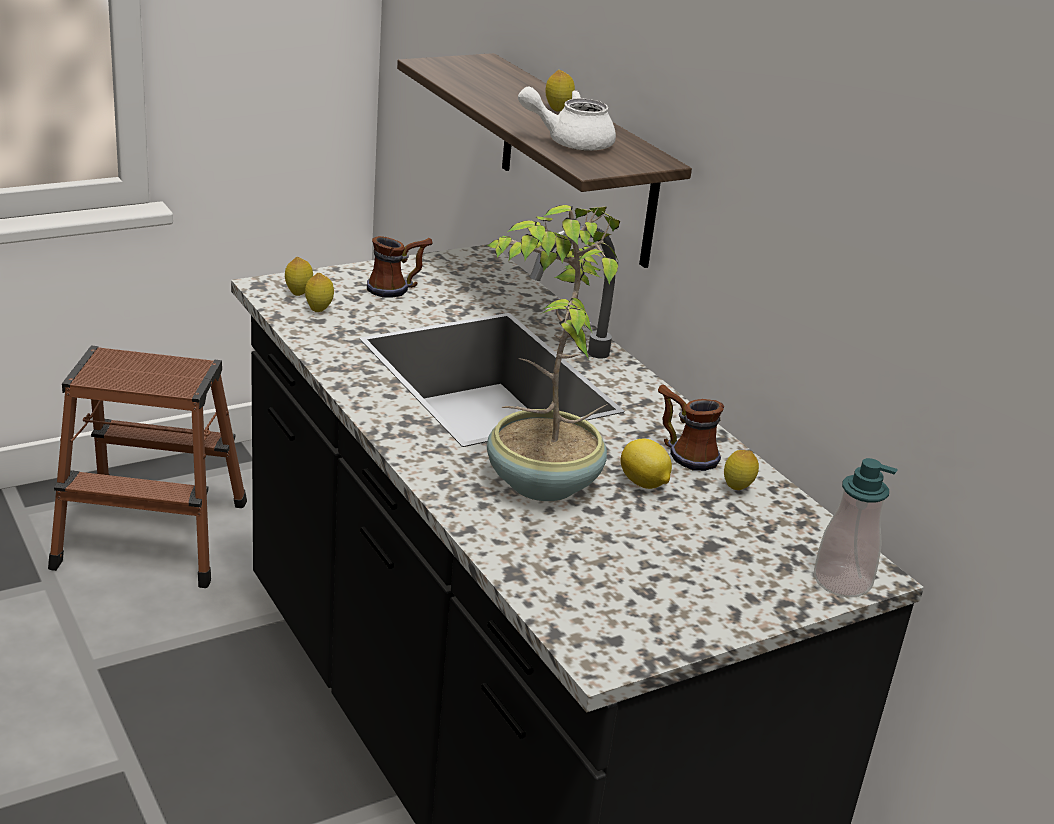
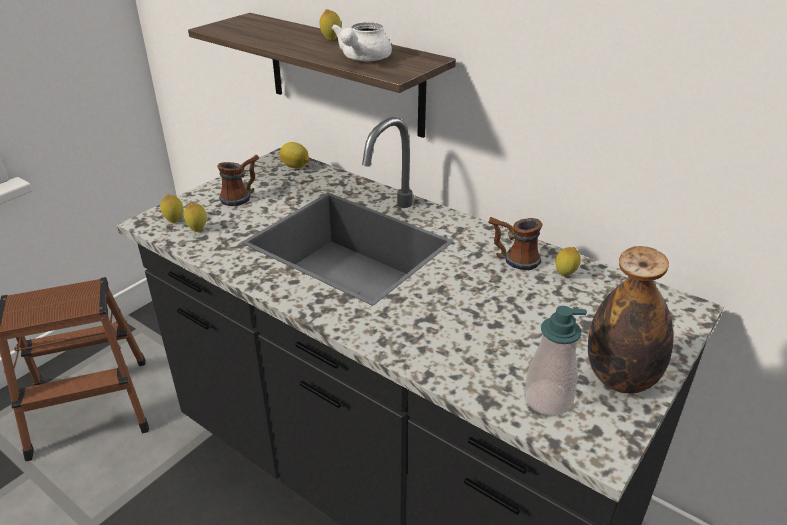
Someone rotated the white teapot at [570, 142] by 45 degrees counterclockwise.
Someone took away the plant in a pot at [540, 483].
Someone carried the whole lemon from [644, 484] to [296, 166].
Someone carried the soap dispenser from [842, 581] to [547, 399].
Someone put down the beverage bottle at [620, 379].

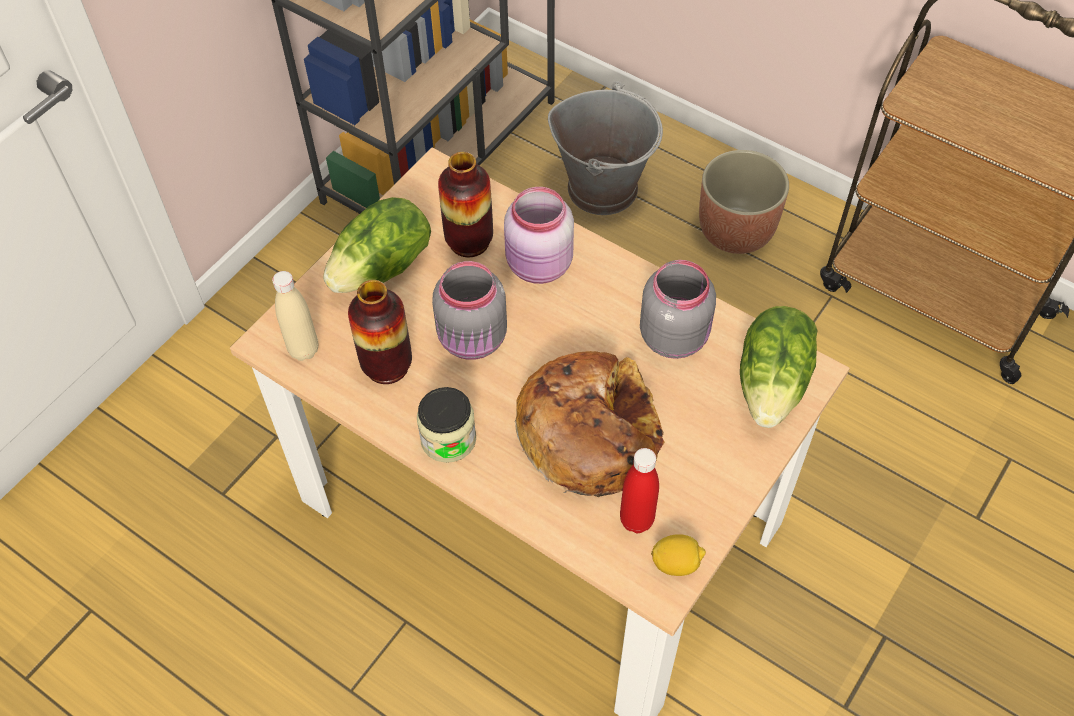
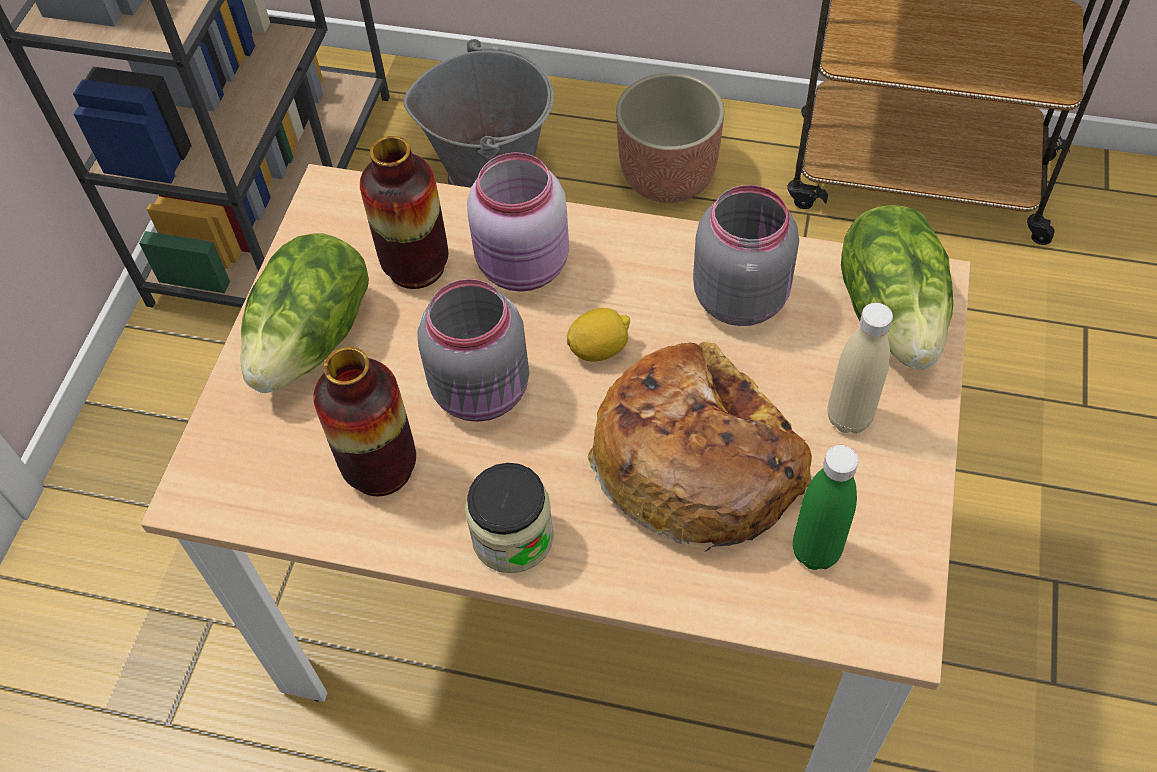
Someone carried the beige-coloured beverage bottle from [304, 350] to [849, 417].
Someone repainted the red-coloured beverage bottle at [636, 520], which became the green beverage bottle at [816, 551].
Someone carried the whole lemon from [676, 563] to [599, 349].

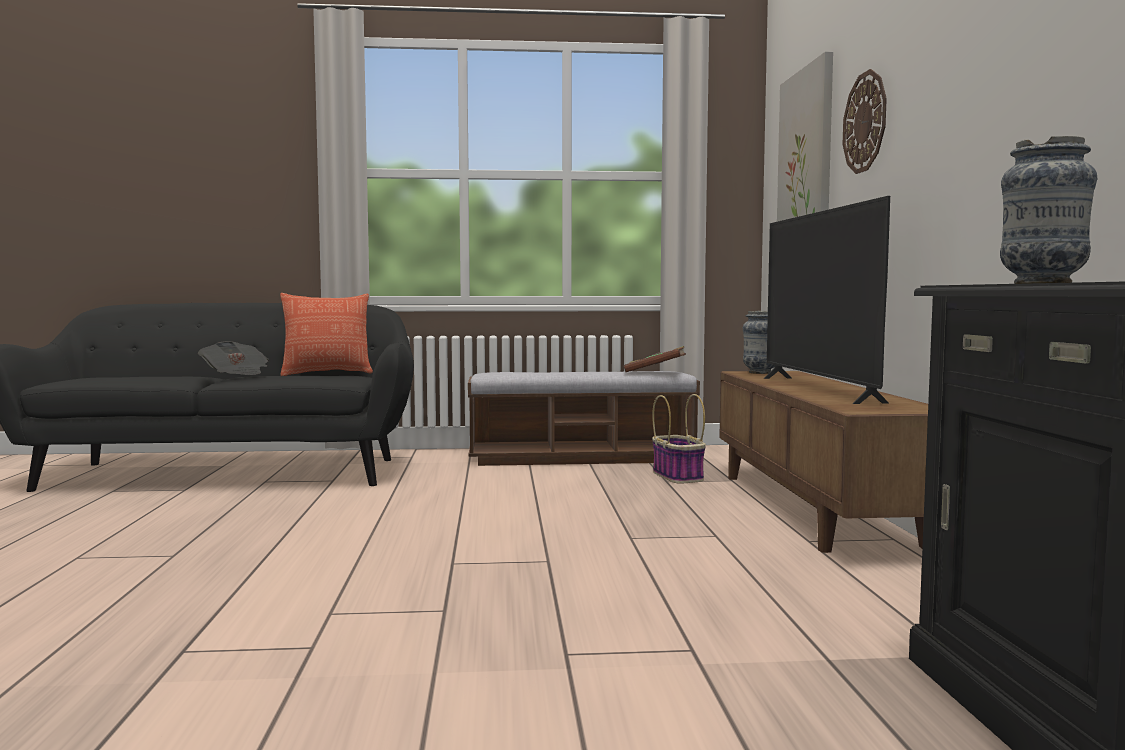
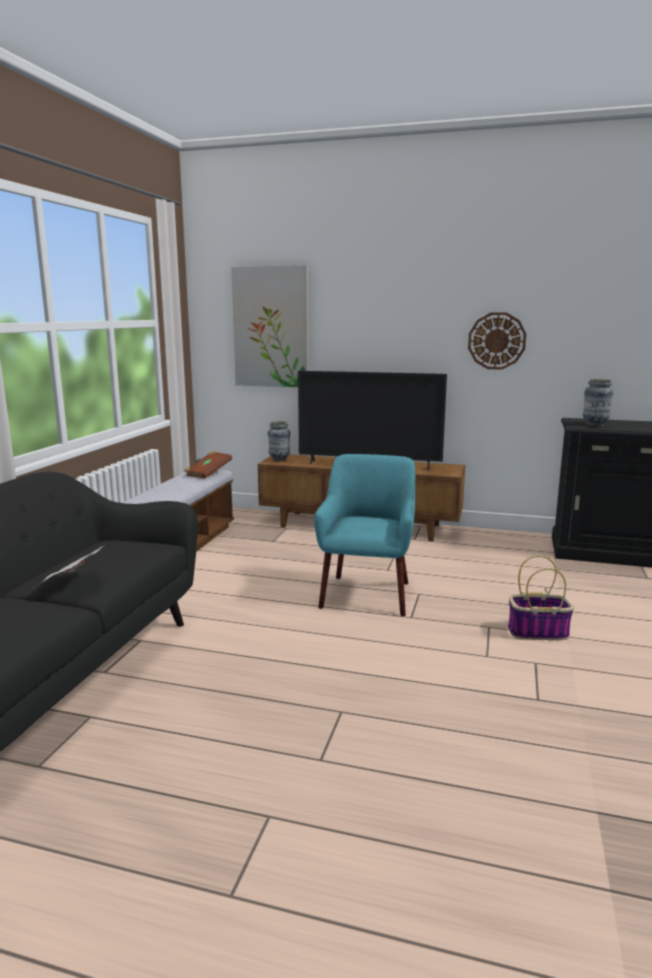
Someone carried the wall clock from [865, 122] to [496, 341].
Someone took away the orange-coloured pillow at [327, 374].
Someone carried the household basket from [678, 476] to [538, 632].
Someone put down the turquoise-coloured lounge chair at [367, 594].

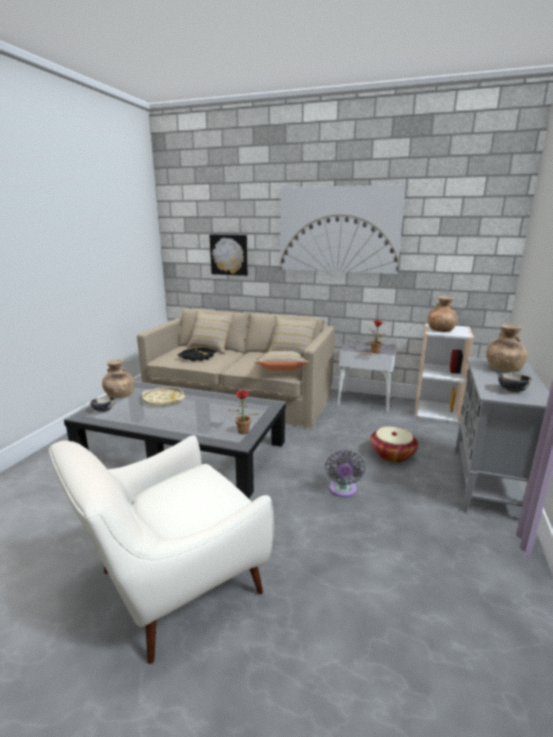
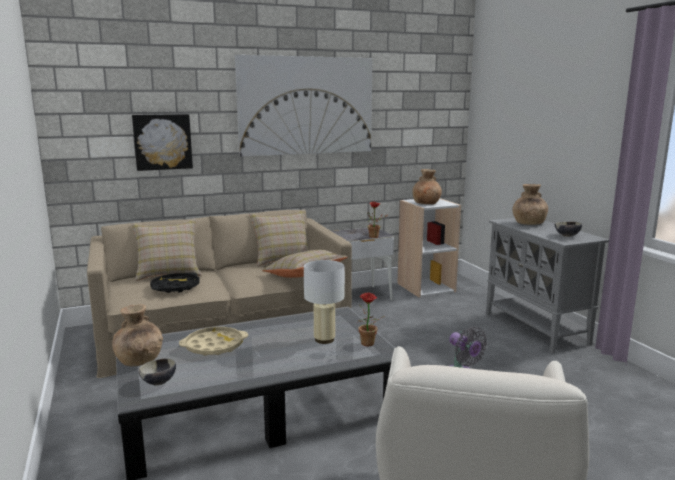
Someone took away the household basket at [392, 454].
Someone put down the white lamp for a table at [324, 339].

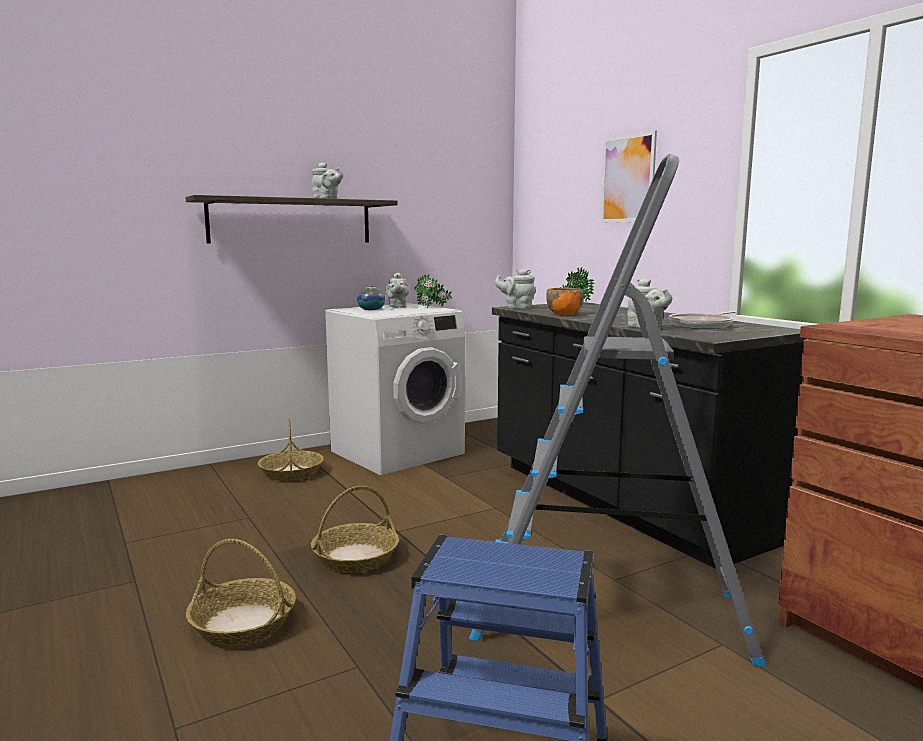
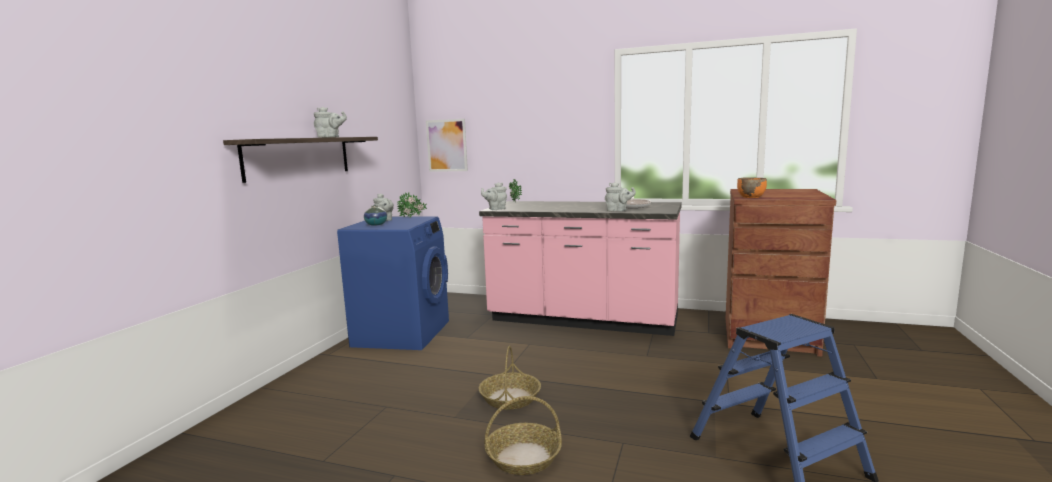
Someone carried the wall art from [628, 179] to [447, 145].
Someone took away the gray step ladder at [607, 616].
Someone carried the orange-coloured deep dish from [564, 314] to [750, 197].
Someone repainted the black-coloured counter at [622, 502], which became the pink-coloured counter at [583, 320].
Someone repainted the white washing machine at [399, 452], which became the blue washing machine at [404, 333].
Someone took away the household basket at [291, 473].

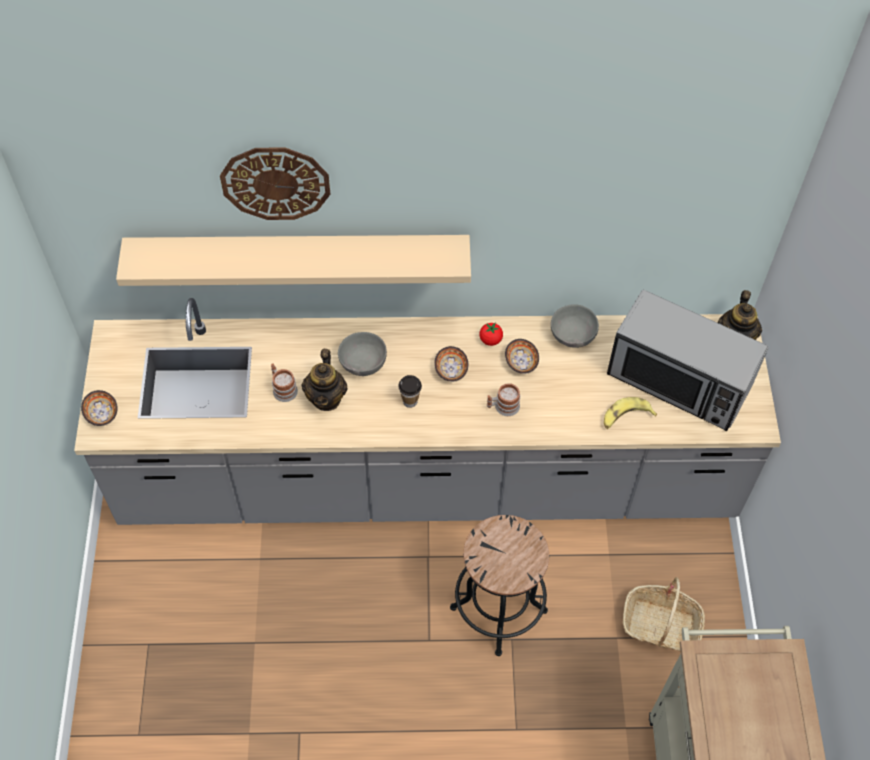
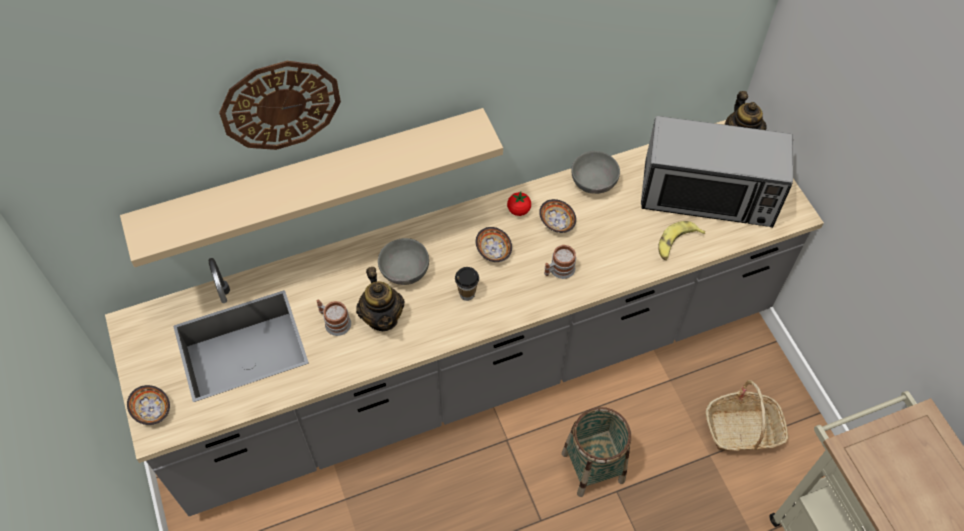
Someone swapped the black-coloured stool seat at [498, 609] for the household basket at [592, 467].

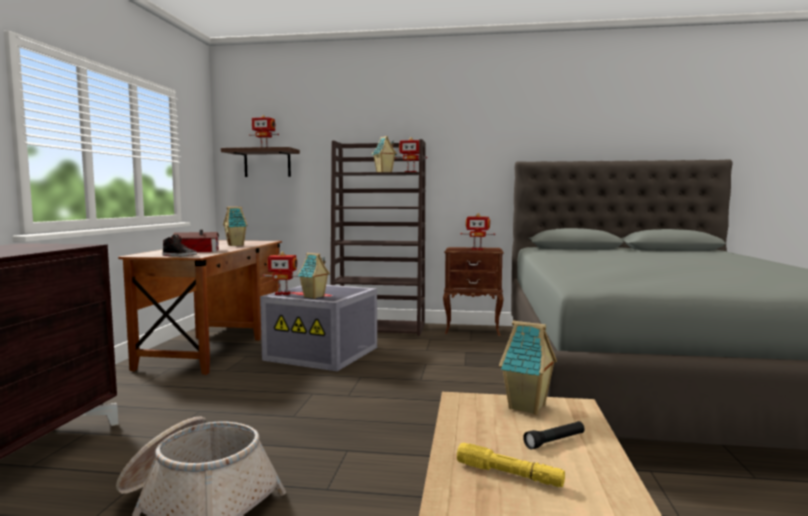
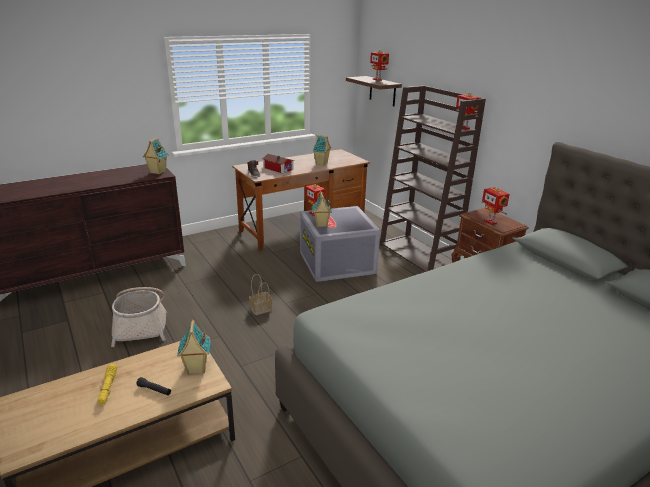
Someone carried the miniature house from [384, 172] to [157, 172].
Someone put down the household basket at [261, 309].

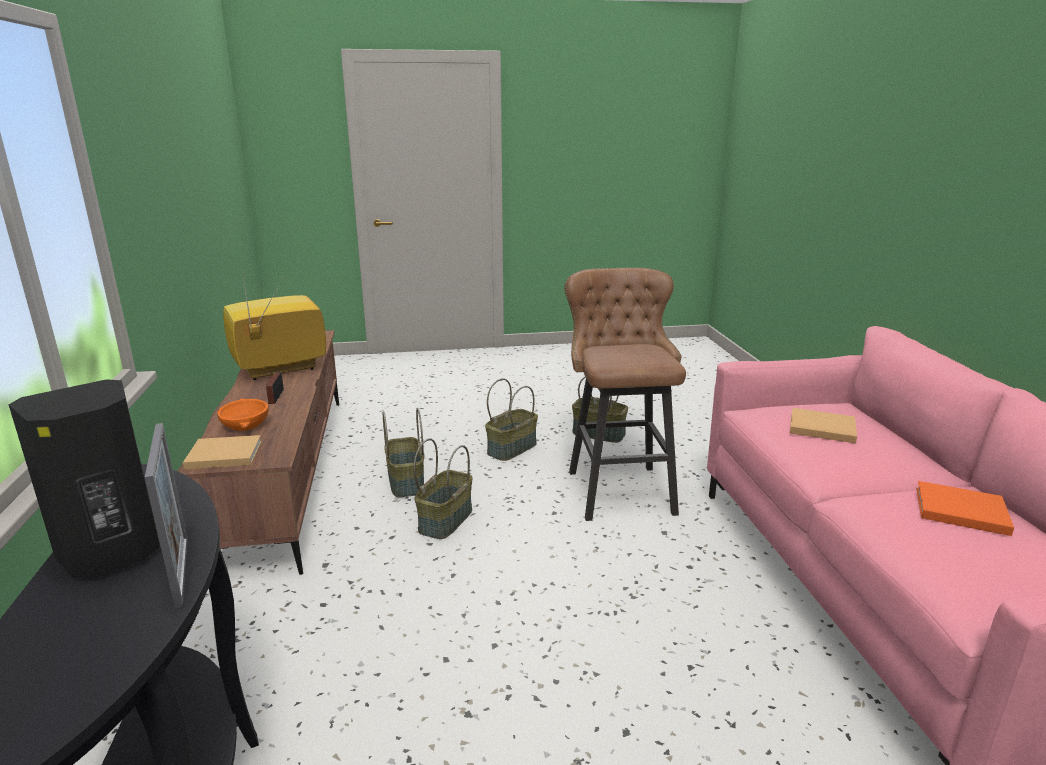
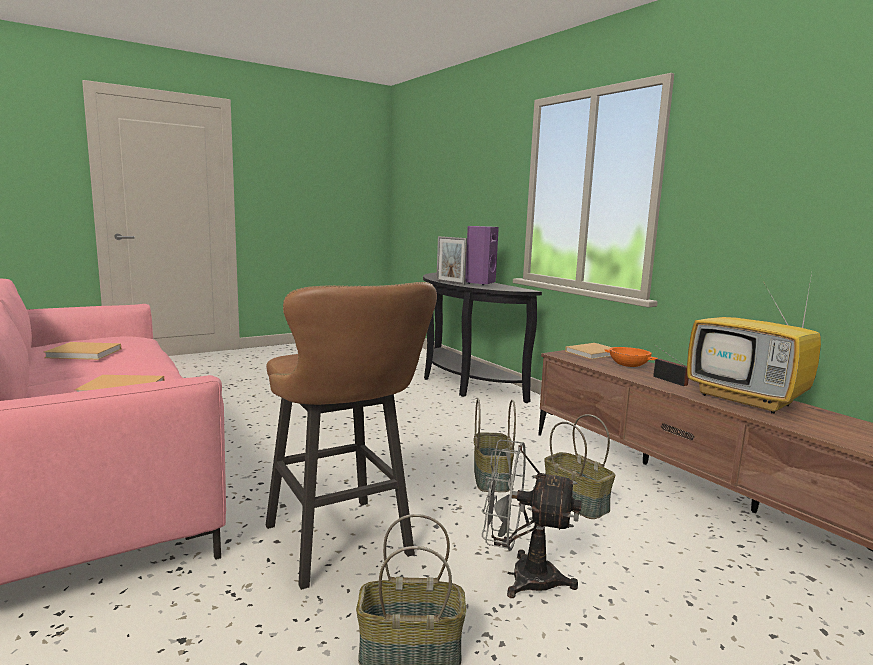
Someone rotated the TV at [278, 370] by 105 degrees clockwise.
Someone swapped the household basket at [511, 448] for the gray electric fan at [521, 577].
Someone repainted the black-coloured loudspeaker at [112, 554], which became the purple-coloured loudspeaker at [479, 283].
Someone repainted the orange-coloured book at [957, 510], which became the beige-coloured book at [86, 353].

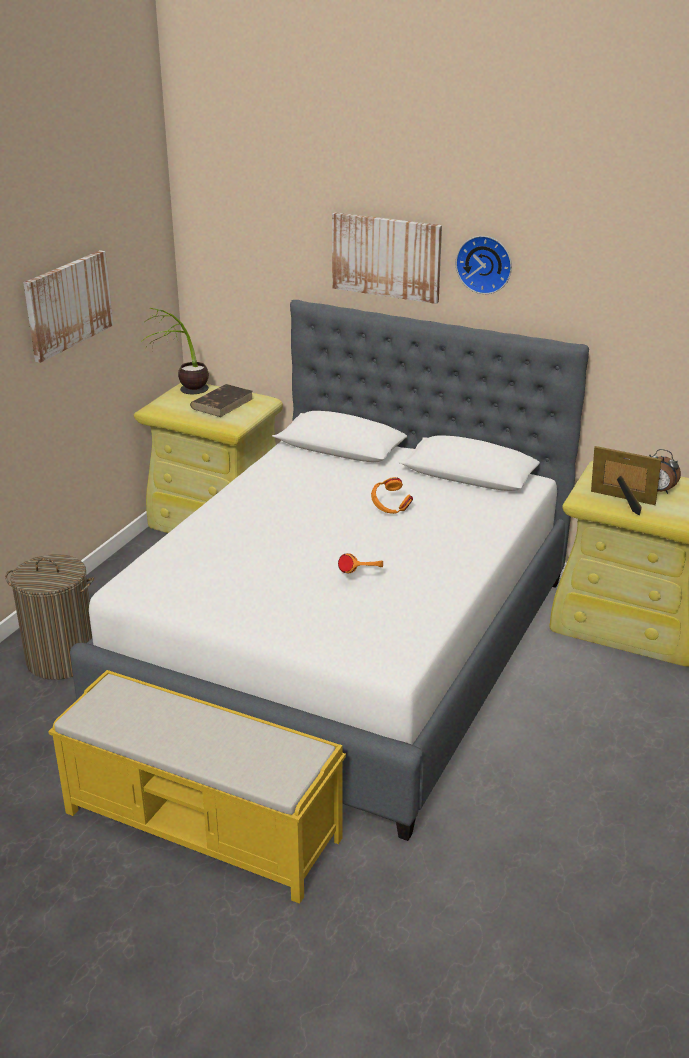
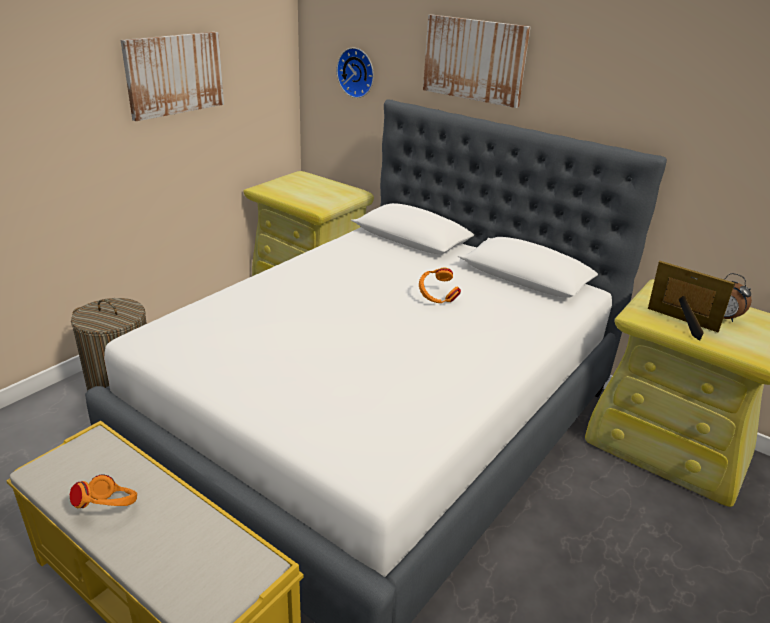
Someone carried the wall clock from [485, 263] to [357, 72].
Someone took away the plant in a pot at [182, 394].
Someone took away the brown-coloured book at [222, 403].
Someone carried the orange-coloured pair of headphones from [360, 577] to [110, 509].

